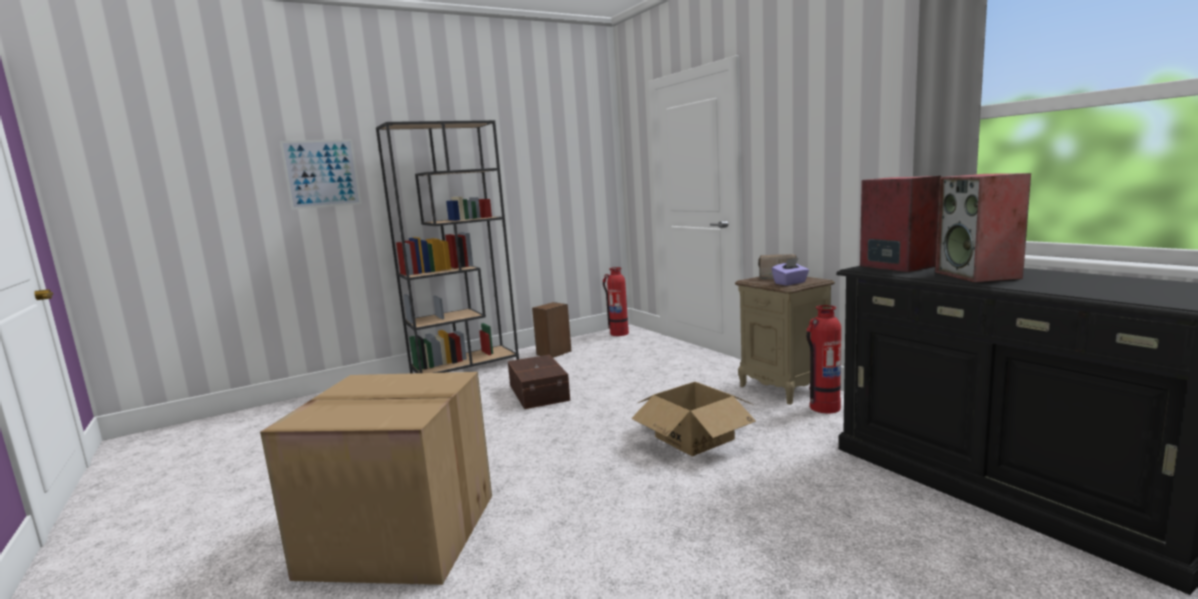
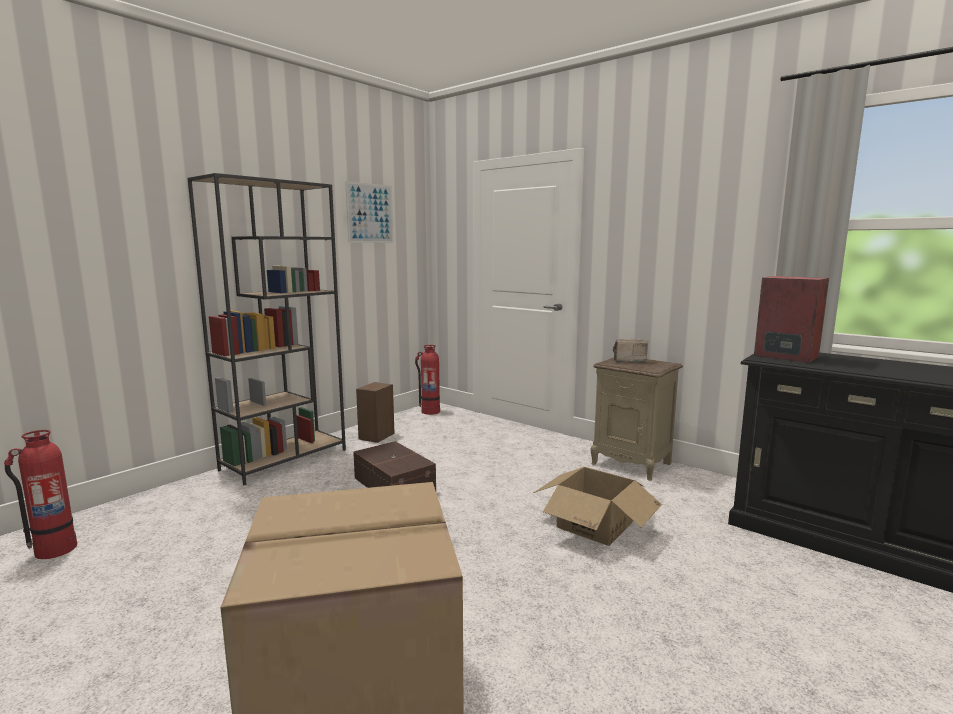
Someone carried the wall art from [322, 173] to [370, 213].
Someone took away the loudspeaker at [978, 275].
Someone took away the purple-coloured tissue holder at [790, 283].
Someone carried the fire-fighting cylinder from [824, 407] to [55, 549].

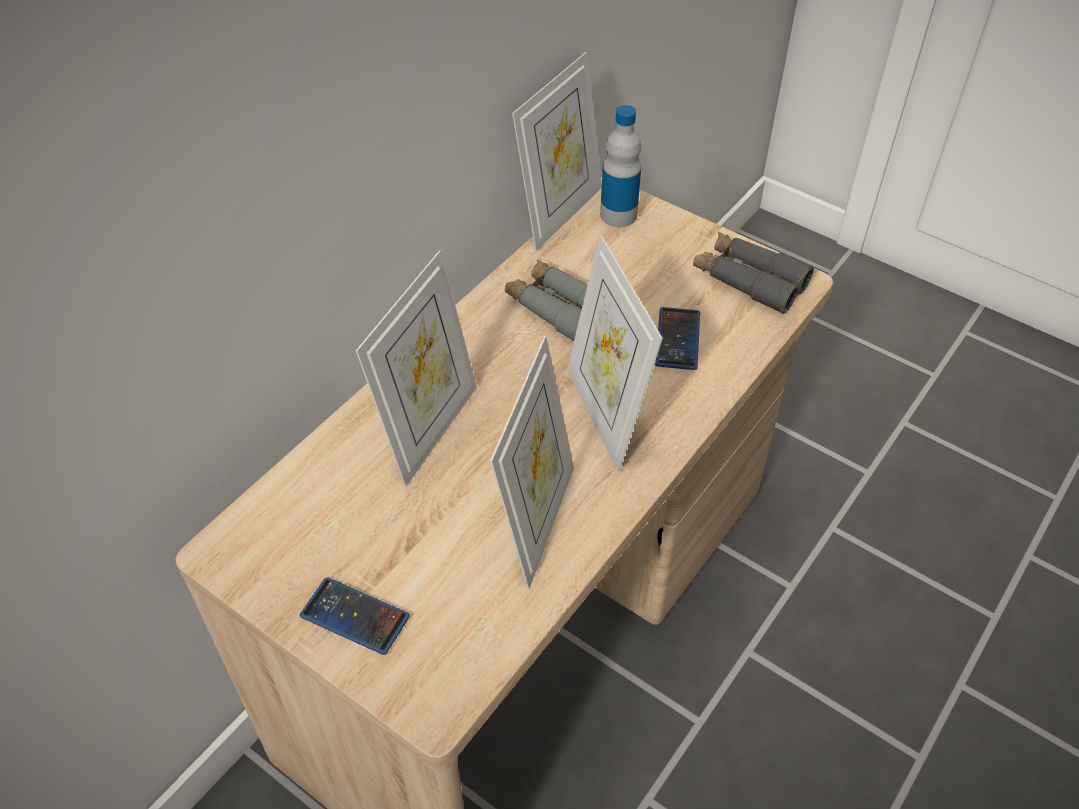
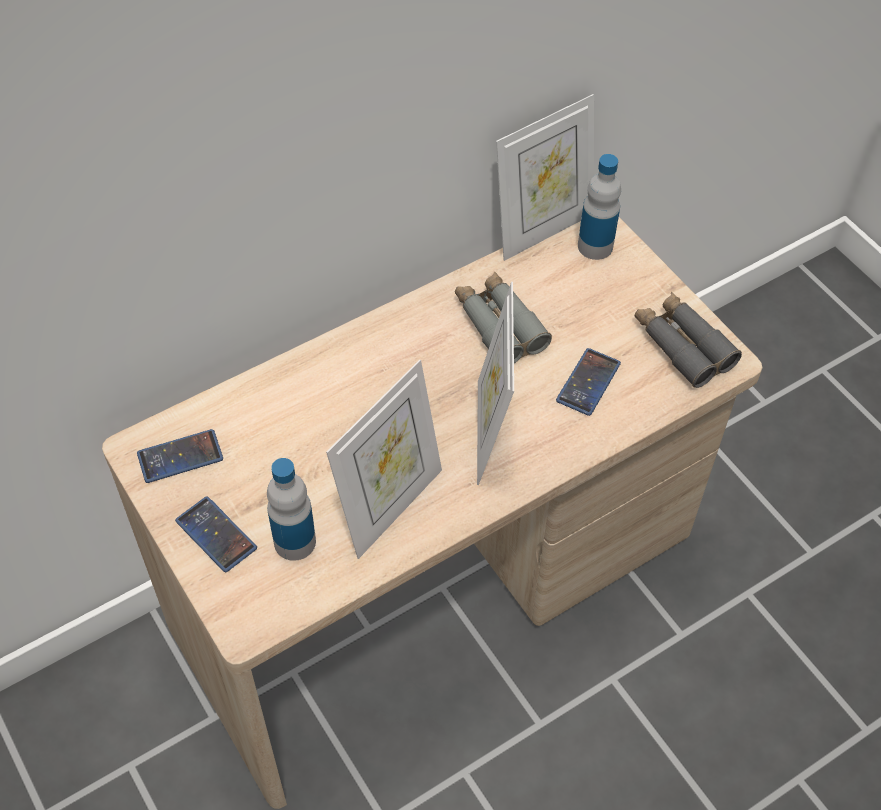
Someone took away the picture frame at [429, 429].
Someone put down the handset at [180, 456].
Someone put down the beverage bottle at [295, 542].

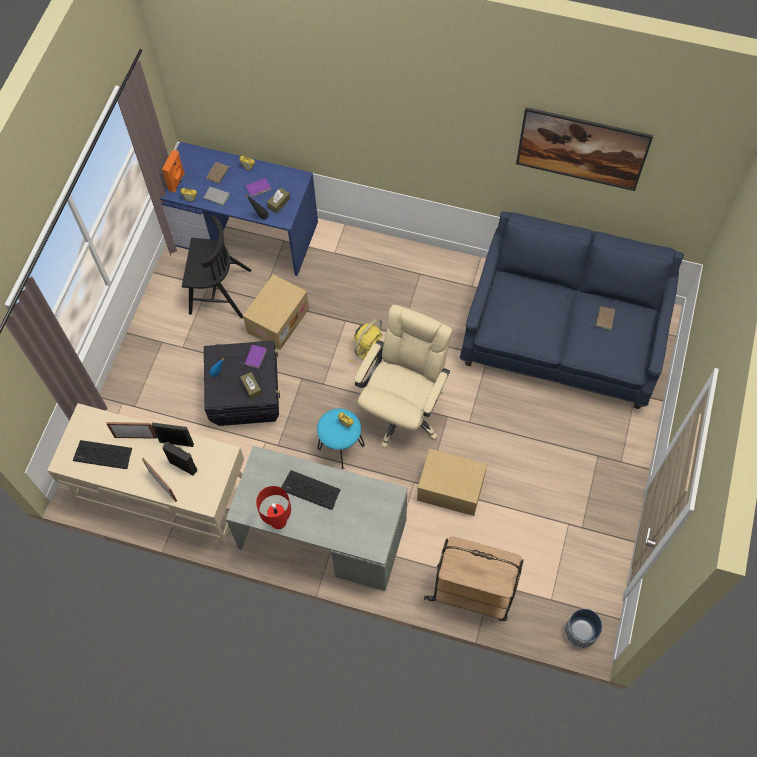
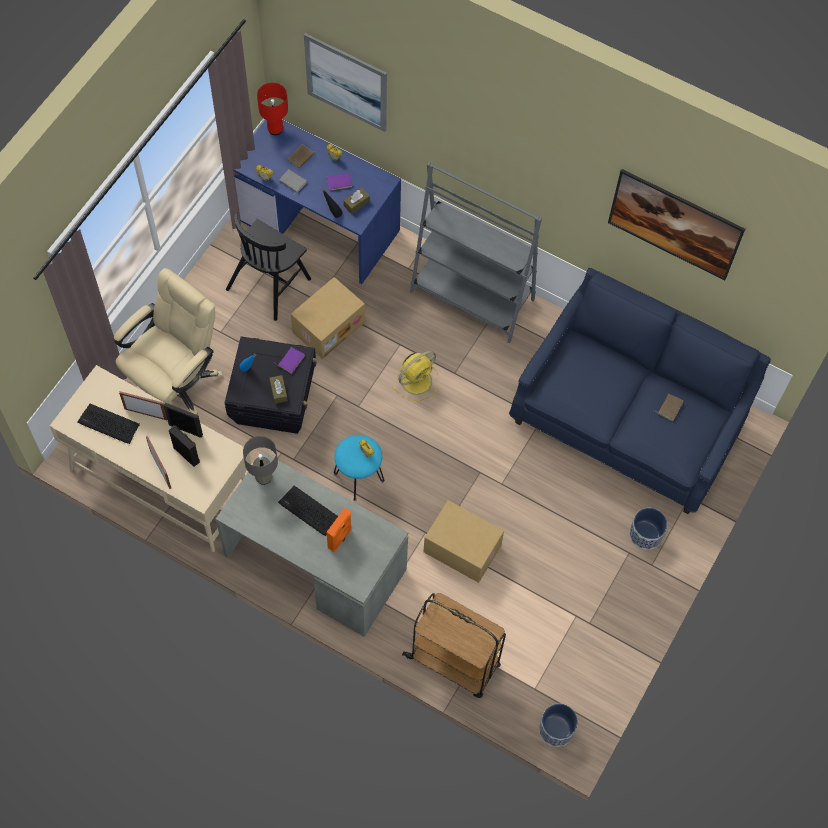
Someone carried the orange-coloured loudspeaker from [177, 182] to [340, 538].
Someone rotated the black-coloured upright chair at [216, 291] by 105 degrees clockwise.
Someone carried the beige-coloured computer chair from [402, 410] to [176, 385].
Someone carried the red-coloured lamp for a table from [279, 522] to [275, 129].
Someone put up the wall art at [346, 82].
Someone put down the gray bookshelf at [472, 295].
Someone put down the gray lamp for a table at [264, 477].
Someone put down the flower pot at [645, 534].

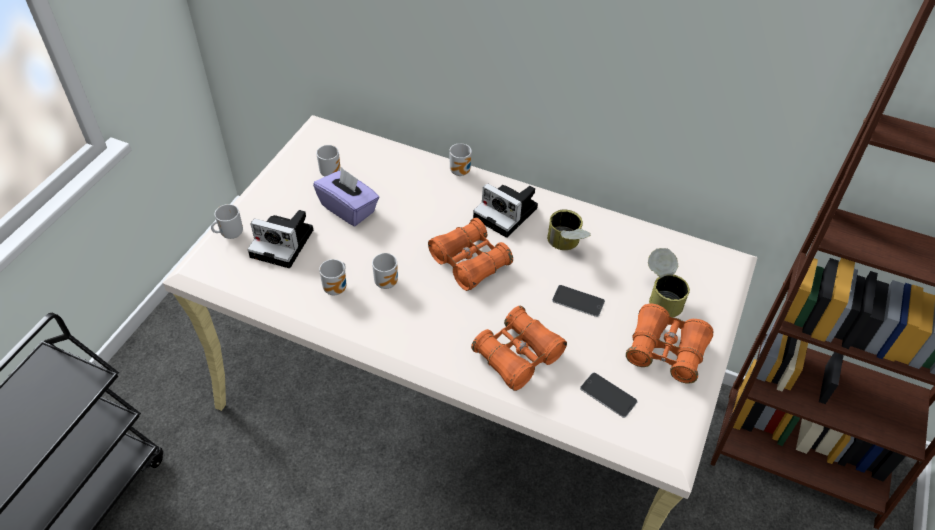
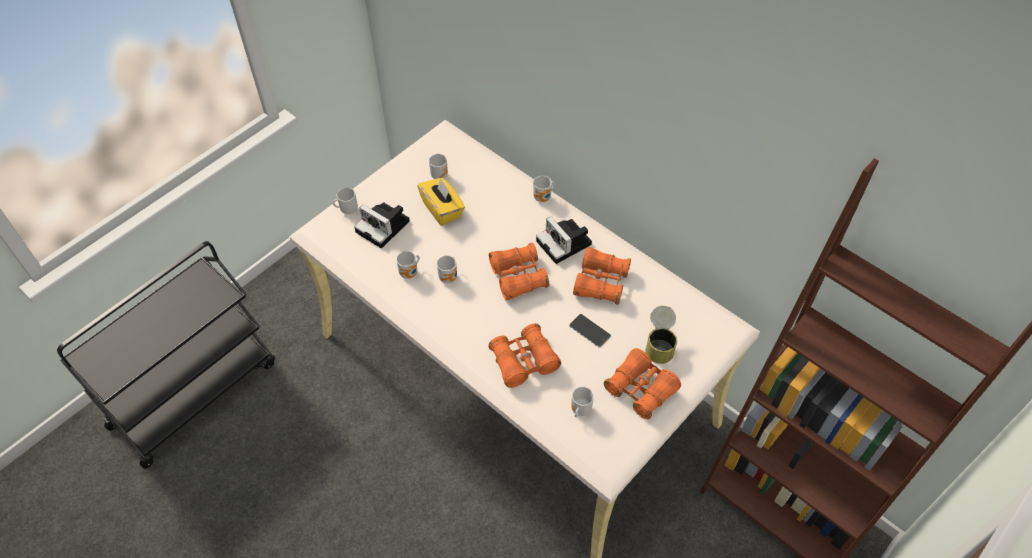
Someone repainted the purple-coloured tissue holder at [348, 208], which became the yellow tissue holder at [442, 209].
Someone swapped the can at [566, 245] for the orange-coloured pair of binoculars at [600, 282].
Someone swapped the handset at [608, 395] for the mug at [579, 410].

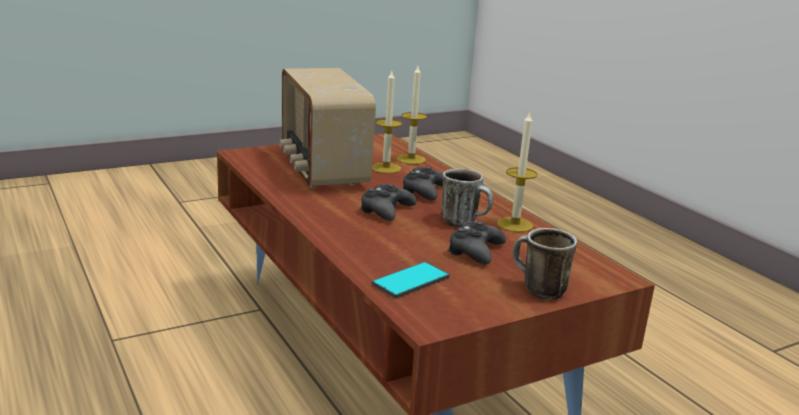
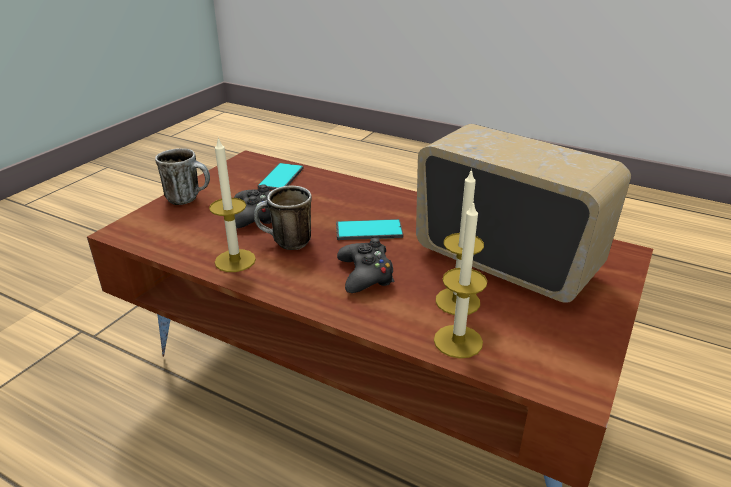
Someone swapped the black-coloured game controller at [386, 210] for the handset at [369, 231].

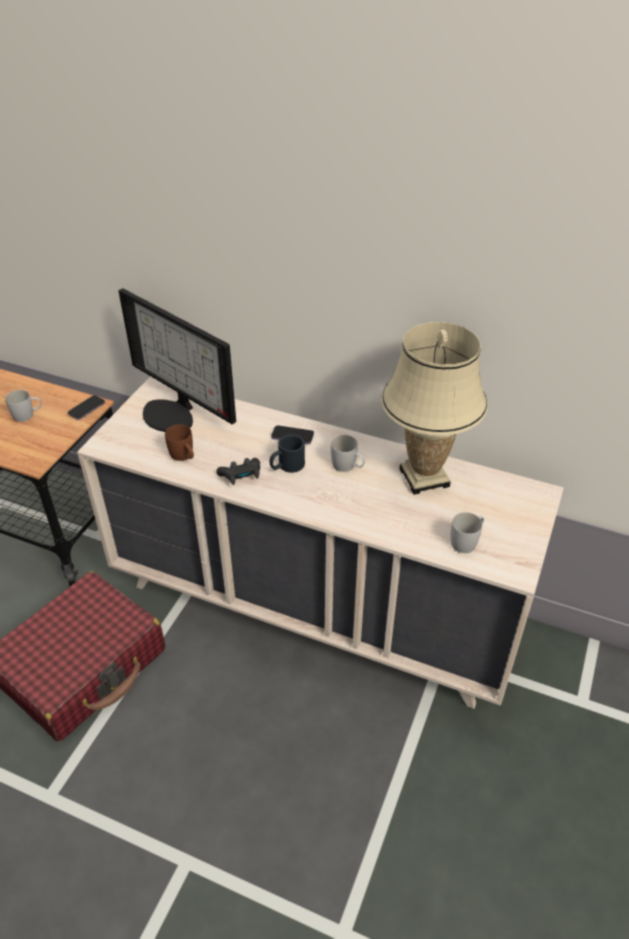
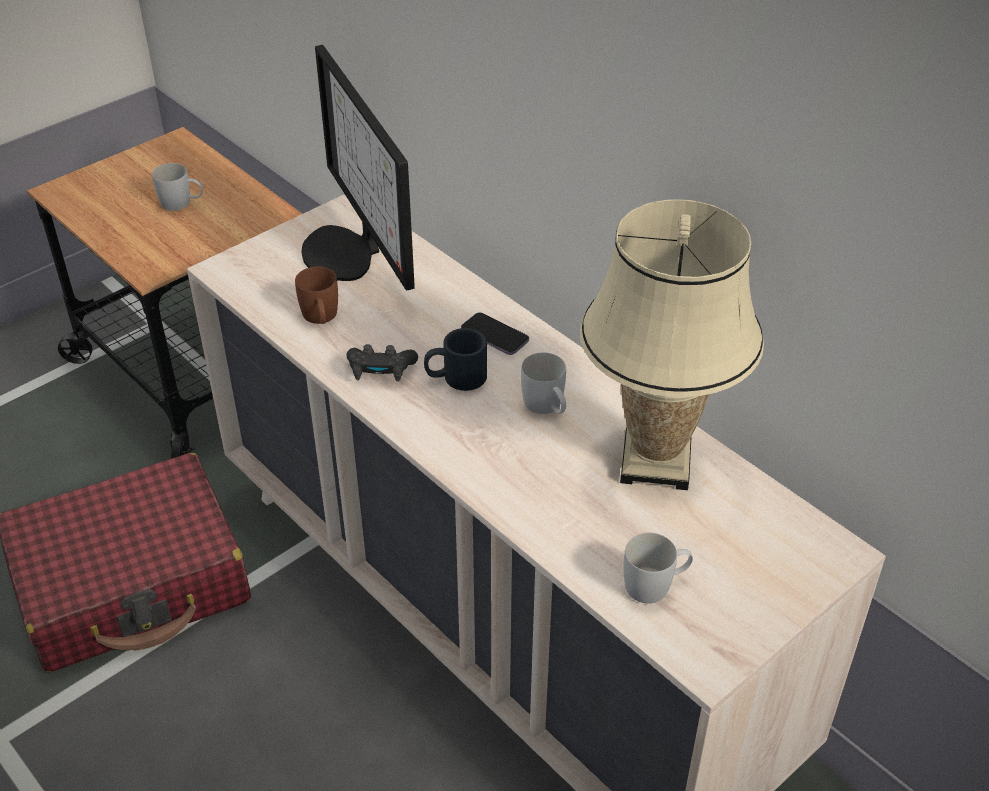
Someone took away the handset at [86, 408].

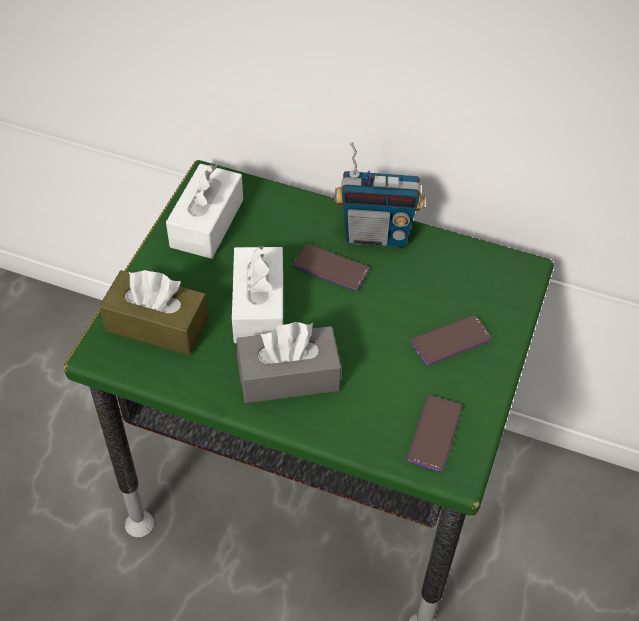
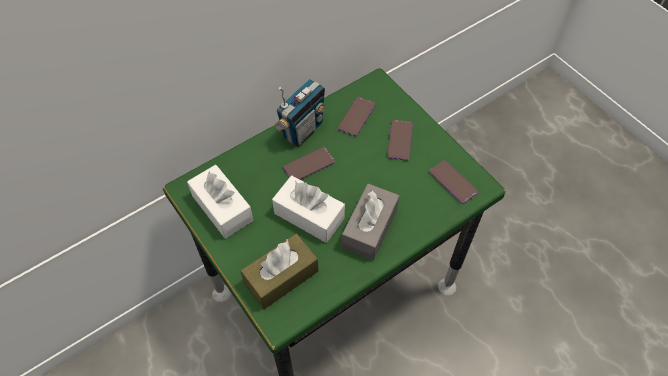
Someone put down the handset at [356, 117].

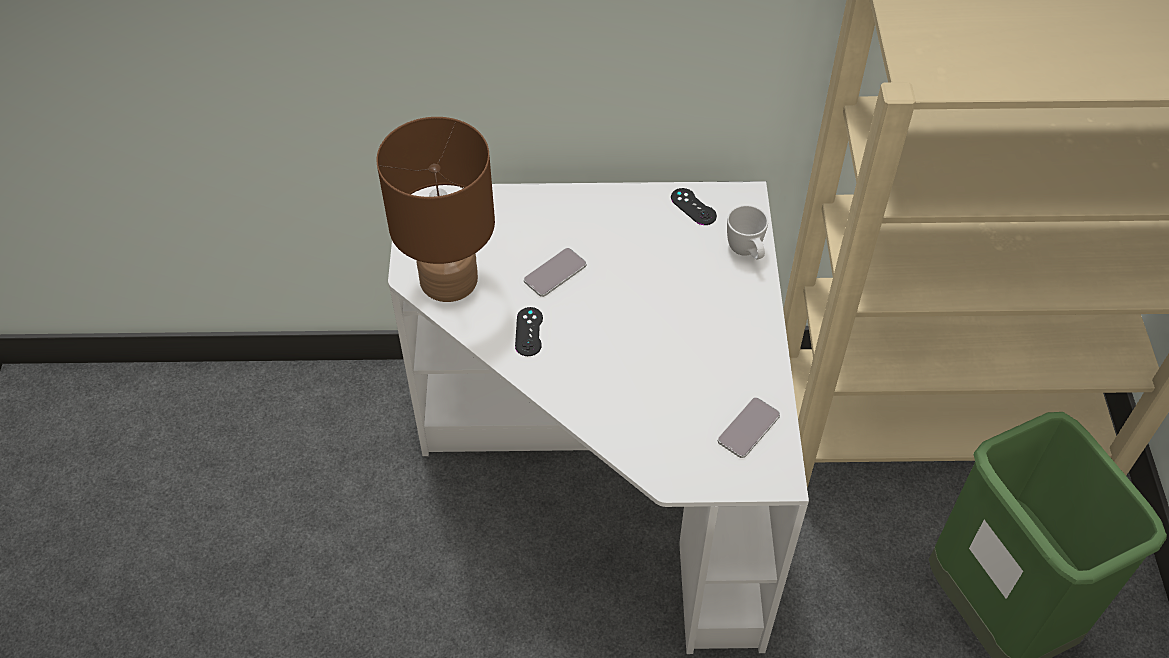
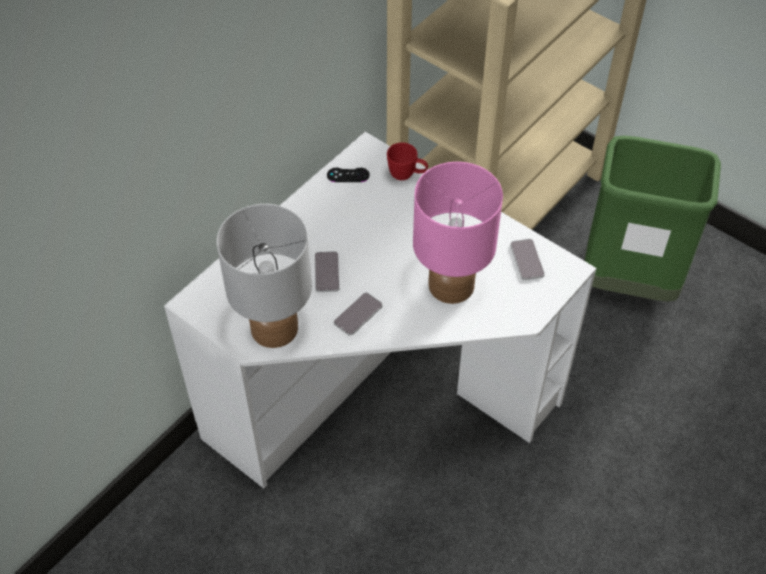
Someone repainted the brown-coloured lamp for a table at [448, 279], which became the gray lamp for a table at [273, 328].
Someone repainted the white mug at [747, 252], which became the red-coloured mug at [407, 175].
Someone swapped the black-coloured game controller at [529, 332] for the handset at [358, 314].
Someone put down the pink-coloured lamp for a table at [451, 286].

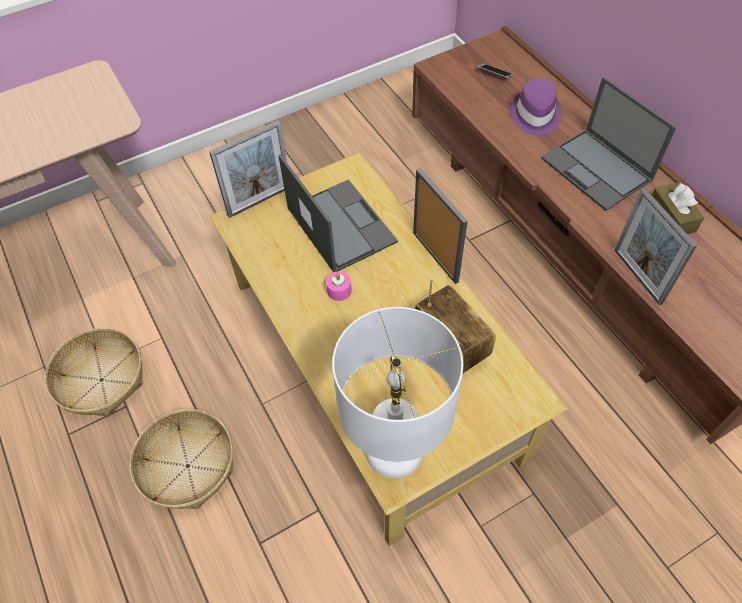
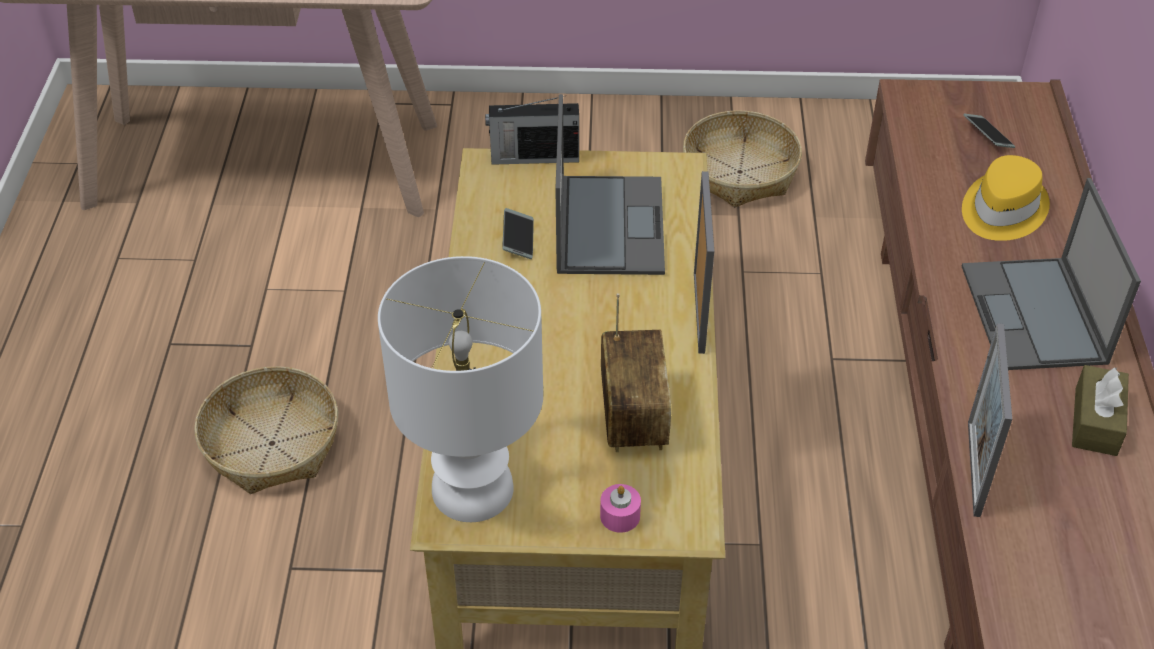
Someone repainted the purple-coloured clothing hat at [534, 115], which became the yellow clothing hat at [1001, 210].
Someone swapped the picture frame at [259, 201] for the radio receiver at [533, 157].
Someone carried the pink-coloured wax candle from [339, 290] to [620, 516].
Someone carried the household basket from [102, 379] to [740, 172].
Someone put down the handset at [518, 238].

